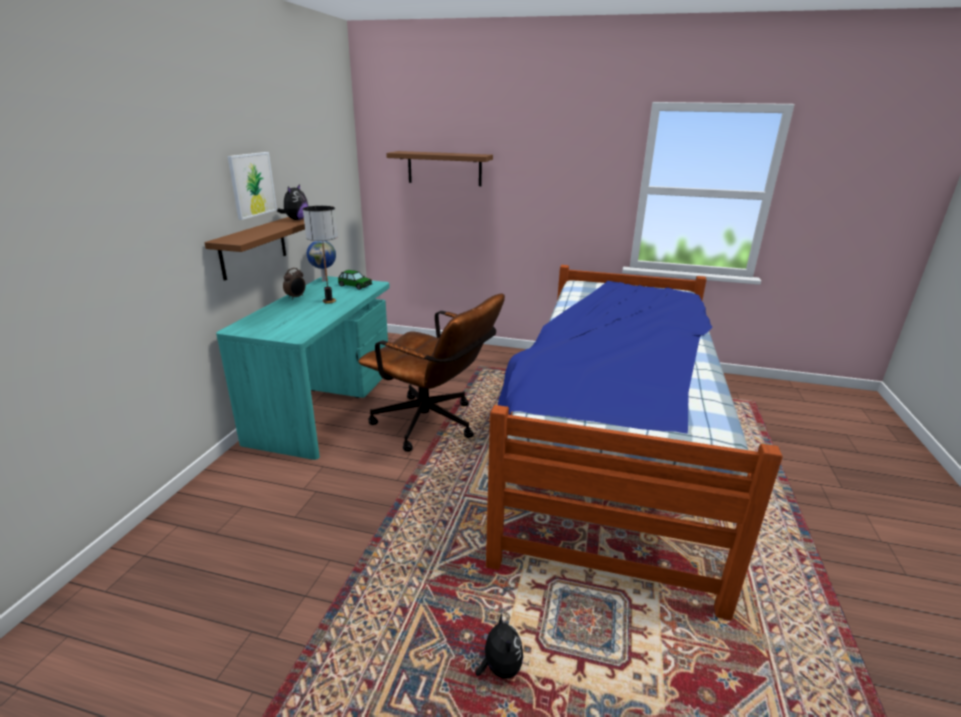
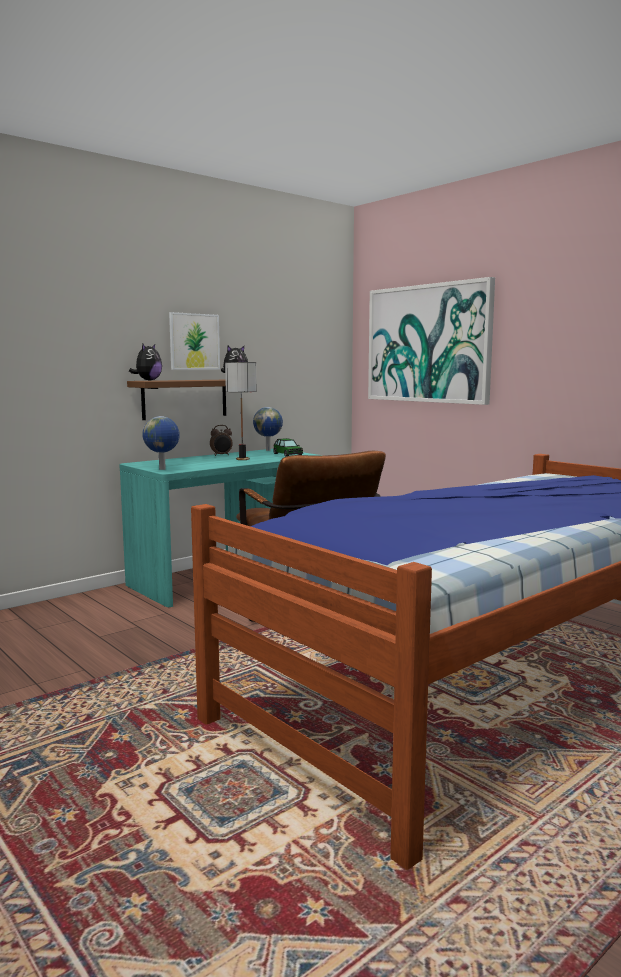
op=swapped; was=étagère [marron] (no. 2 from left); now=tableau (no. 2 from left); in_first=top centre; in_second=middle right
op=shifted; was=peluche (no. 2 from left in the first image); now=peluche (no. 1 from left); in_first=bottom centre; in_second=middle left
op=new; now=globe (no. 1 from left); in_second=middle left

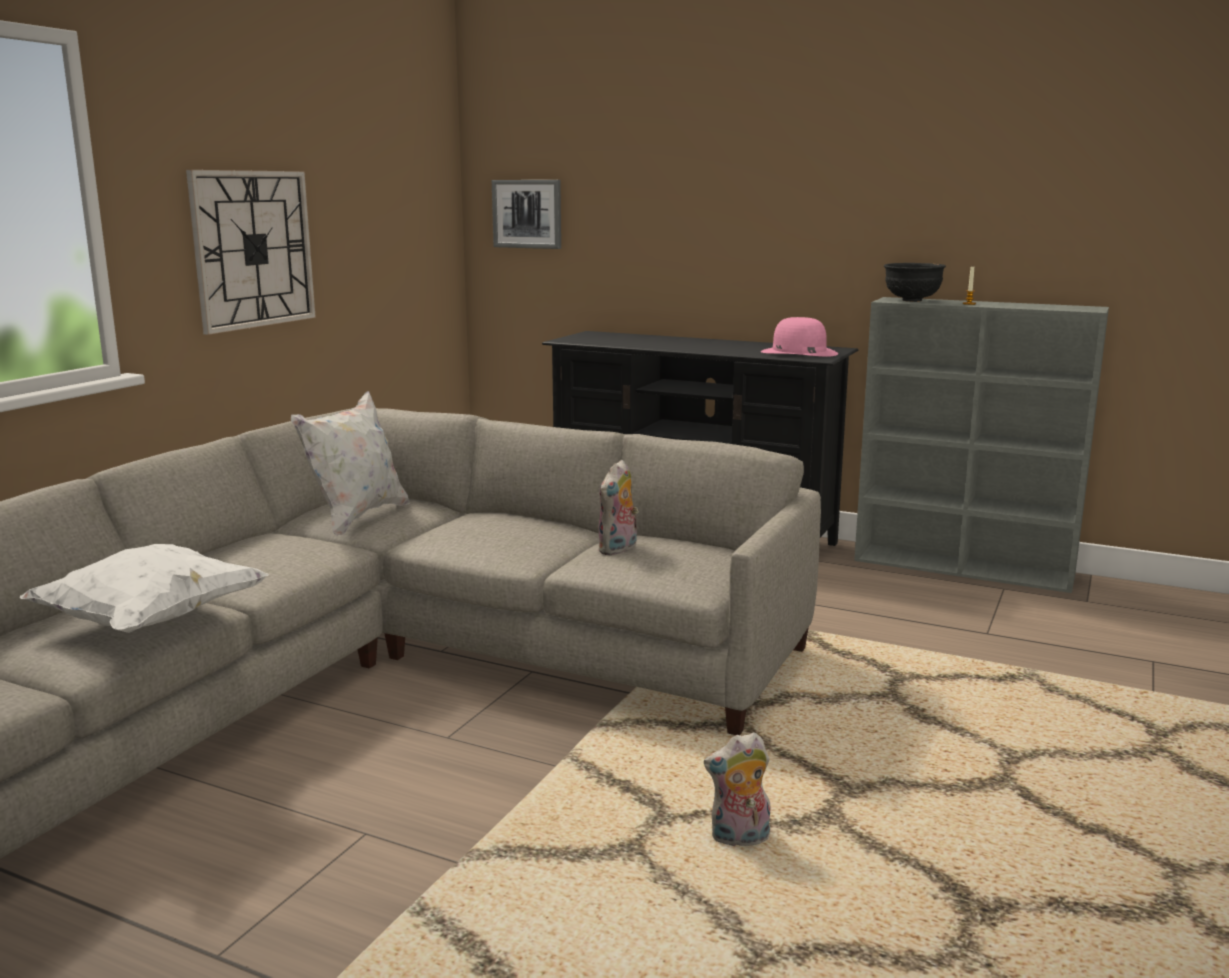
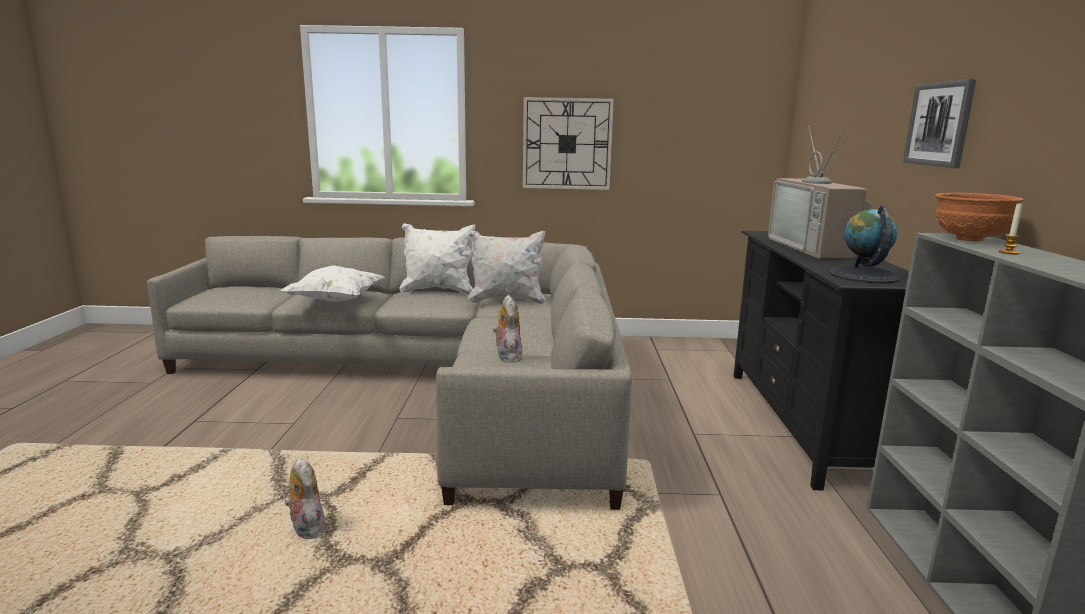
op=shifted; was=tableau; in_first=top centre; in_second=top right
op=rotated; was=peluche (no. 1 from left in the first image); in_first=centre; in_second=centre; clockwise=75
op=swapped; was=chapeau [rose]; now=globe; in_first=centre; in_second=middle right
op=repainted; was=bol [noir]; now=bol [orange]; in_first=top right; in_second=middle right
op=new; now=coussin [blanc] (no. 2 from left); in_second=centre
op=new; now=téléviseur; in_second=top right

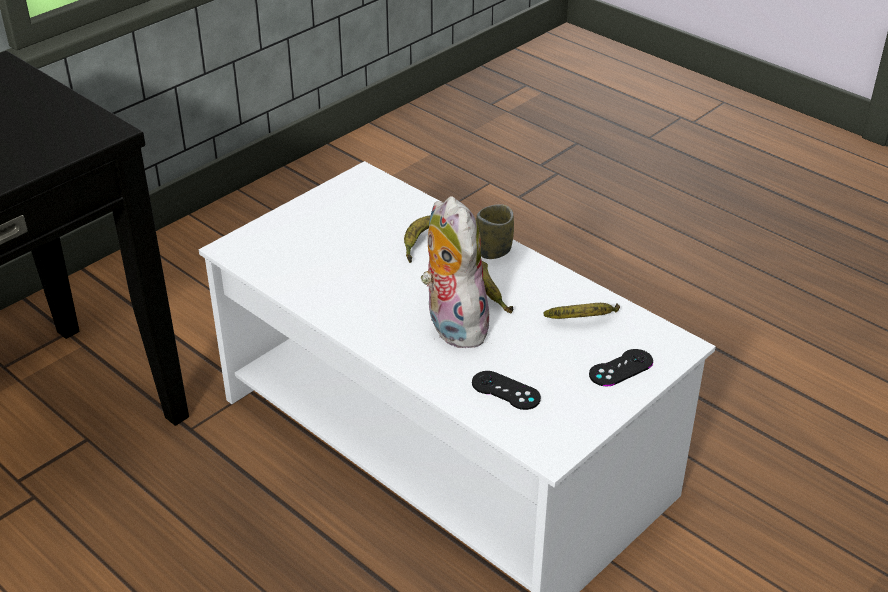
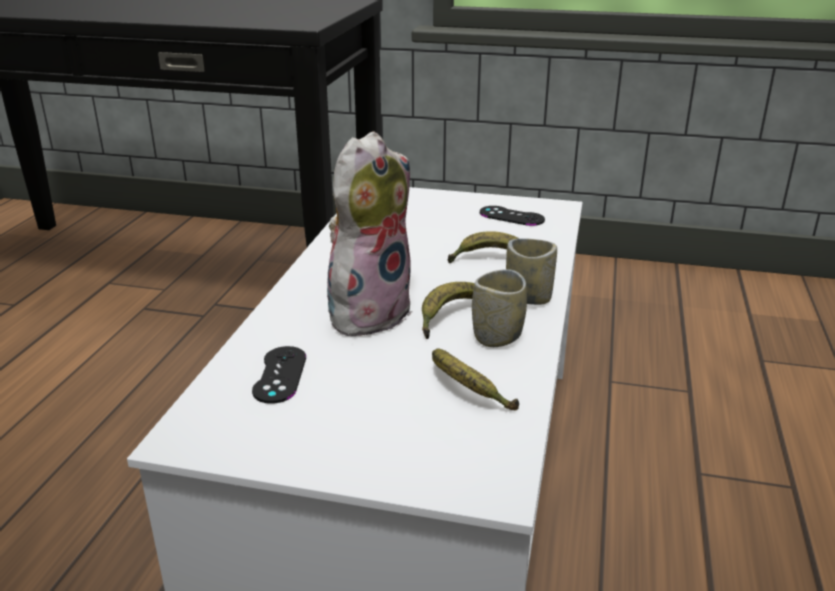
op=shifted; was=manette [noir] (no. 2 from left); in_first=middle right; in_second=centre
op=new; now=tasse (no. 1 from left); in_second=centre

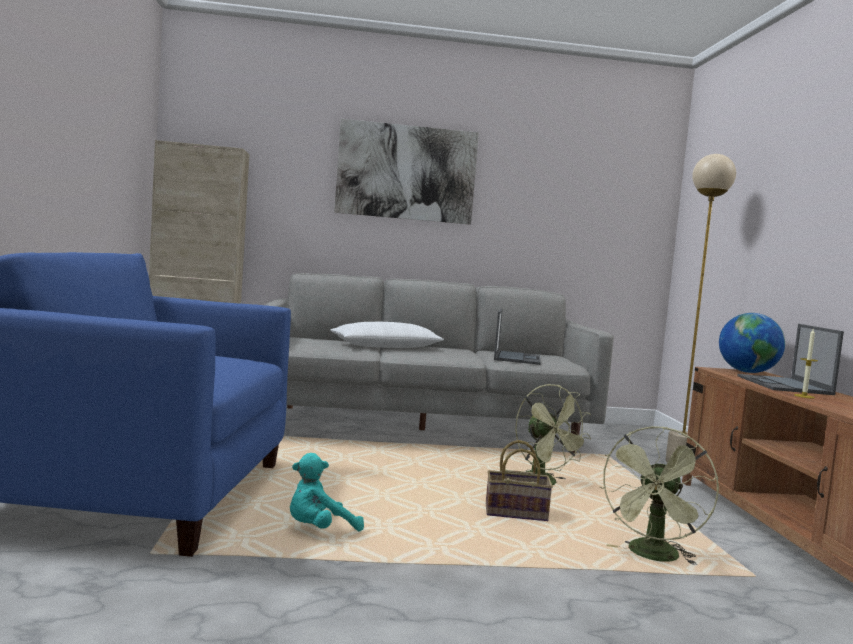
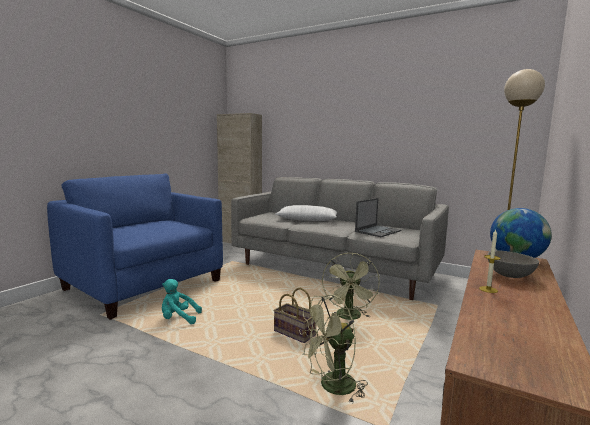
op=gone; was=tableau; in_first=top centre
op=swapped; was=ordinateur portable (no. 2 from left); now=bol [gris]; in_first=middle right; in_second=middle right

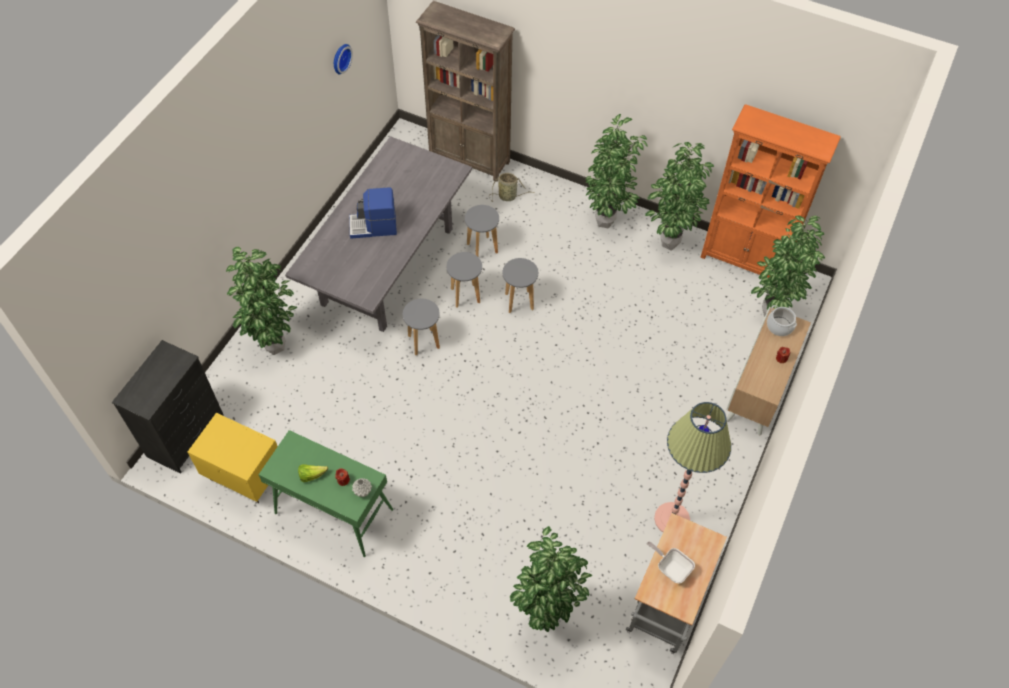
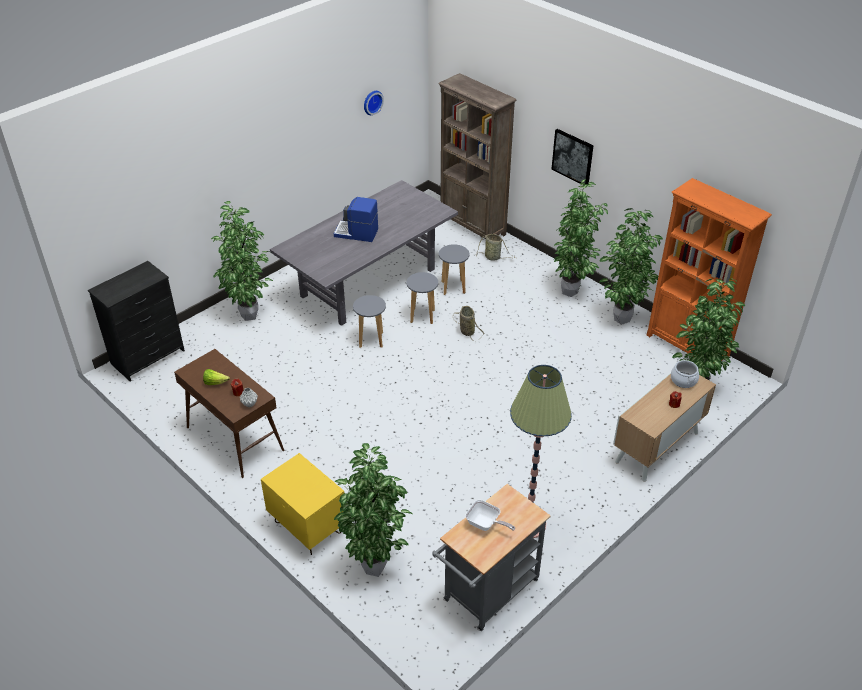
op=shifted; was=table de chevet [jaune]; in_first=middle left; in_second=bottom centre
op=repainted; was=table console [vert]; now=table console [marron]; in_first=bottom left; in_second=middle left
op=swapped; was=tabouret [gris] (no. 4 from left); now=panier (no. 1 from left); in_first=centre; in_second=centre
op=rotated; was=poêle; in_first=bottom centre; in_second=bottom centre; clockwise=150
op=new; now=tableau; in_second=top centre

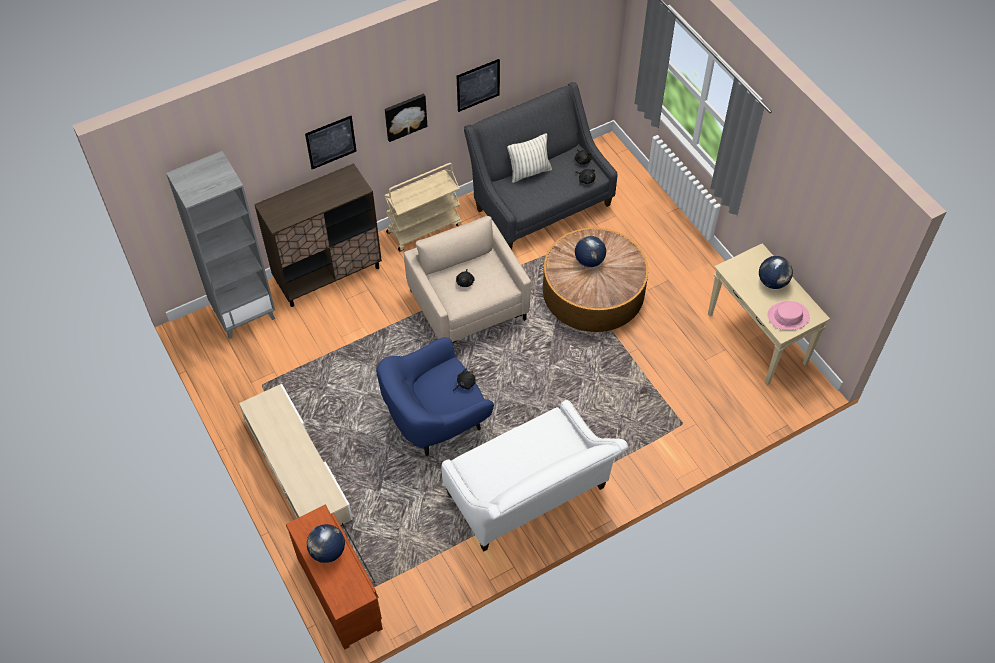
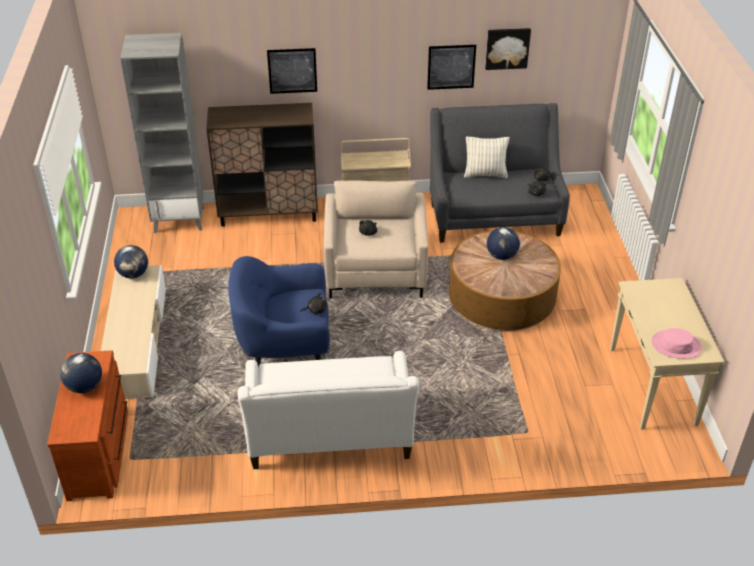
op=shifted; was=tableau (no. 2 from left in the first image); now=tableau (no. 3 from left); in_first=top centre; in_second=top right
op=shifted; was=globe (no. 3 from left in the first image); now=globe (no. 2 from left); in_first=middle right; in_second=middle left

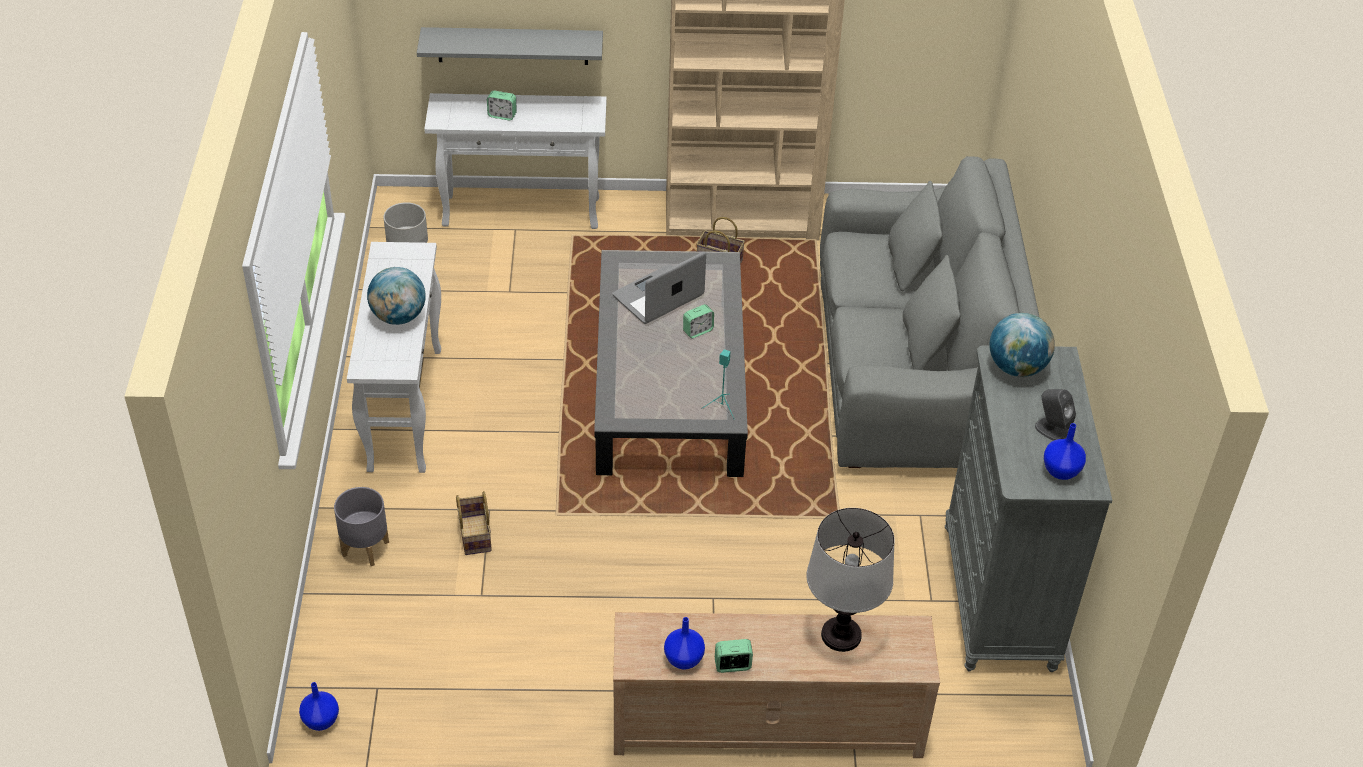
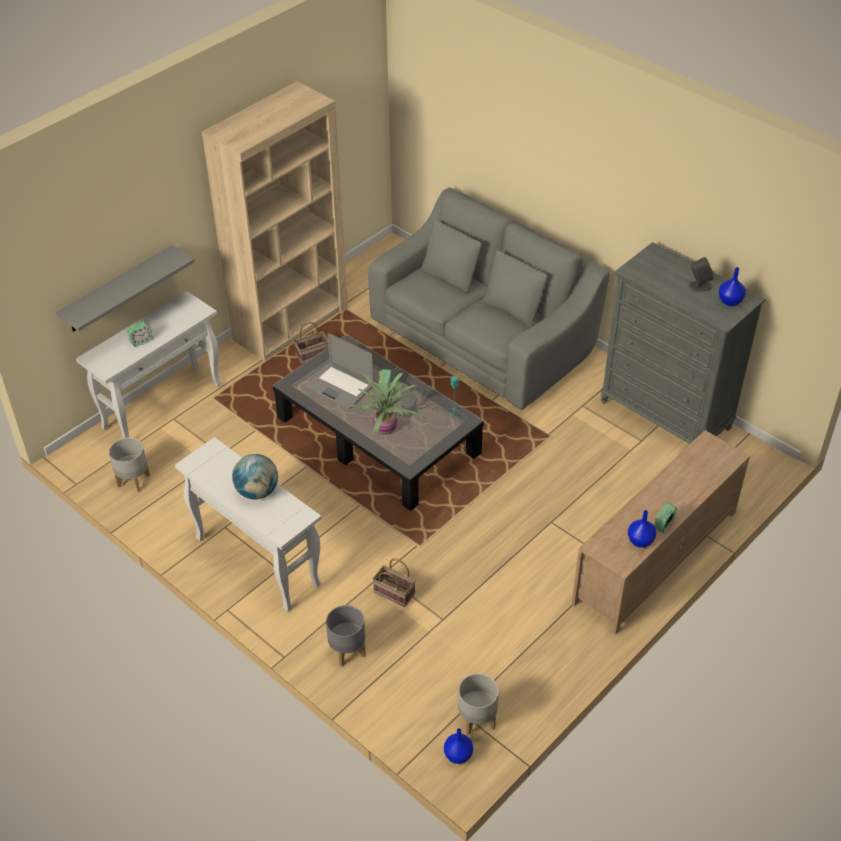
op=rotated; was=ordinateur portable; in_first=centre; in_second=centre; clockwise=-60
op=gone; was=lampe de table; in_first=bottom centre
op=gone; was=globe (no. 2 from left); in_first=middle right
op=new; now=plante en pot; in_second=centre
op=new; now=cache-pot [gris] (no. 3 from left); in_second=bottom centre

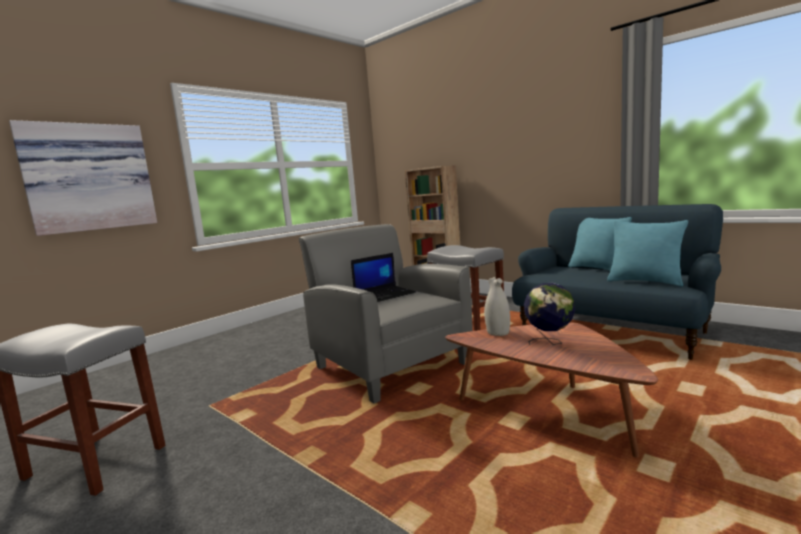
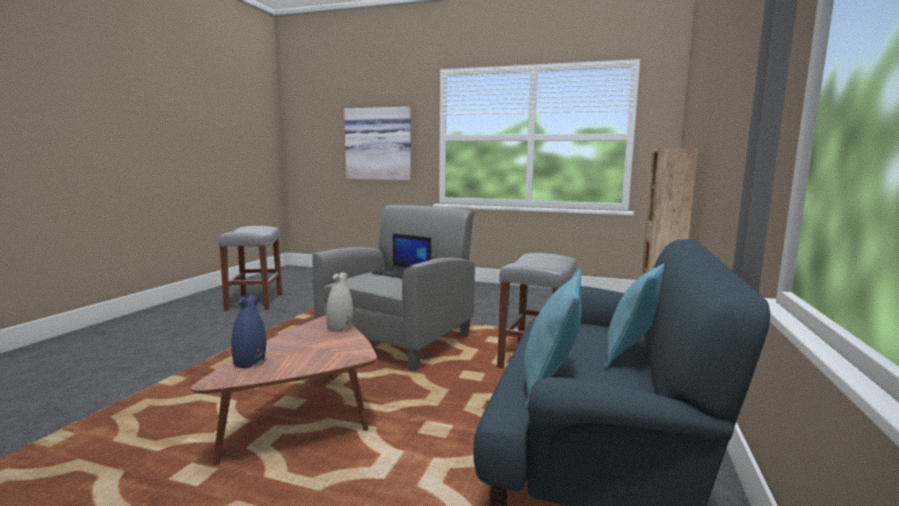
op=gone; was=globe; in_first=middle right
op=new; now=vase [bleu]; in_second=middle left

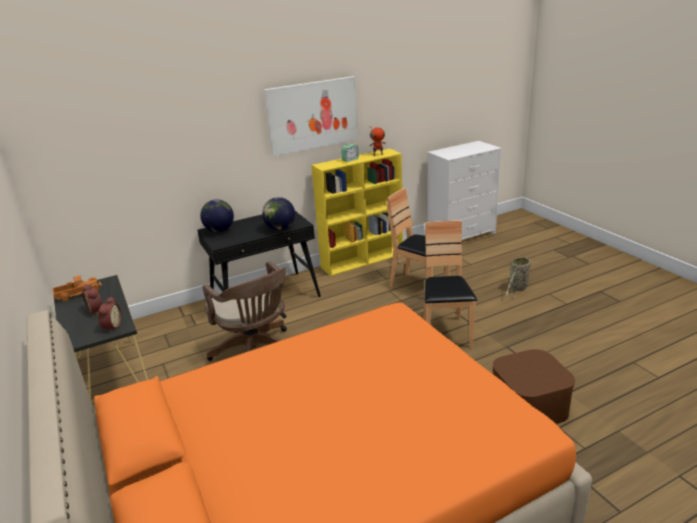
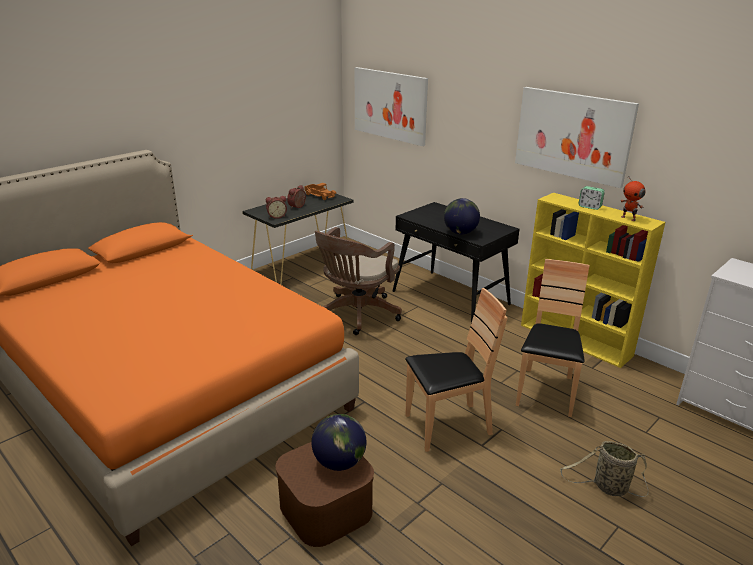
op=shifted; was=globe (no. 1 from left); in_first=middle left; in_second=bottom centre
op=new; now=tableau (no. 1 from left); in_second=top centre

